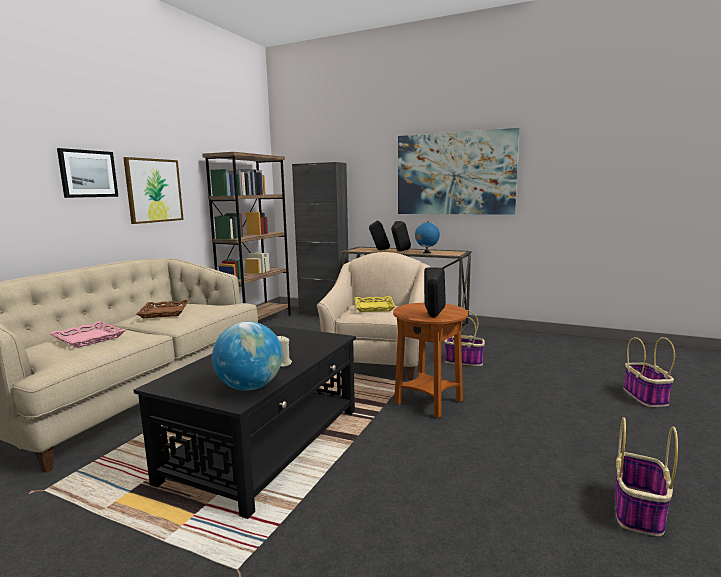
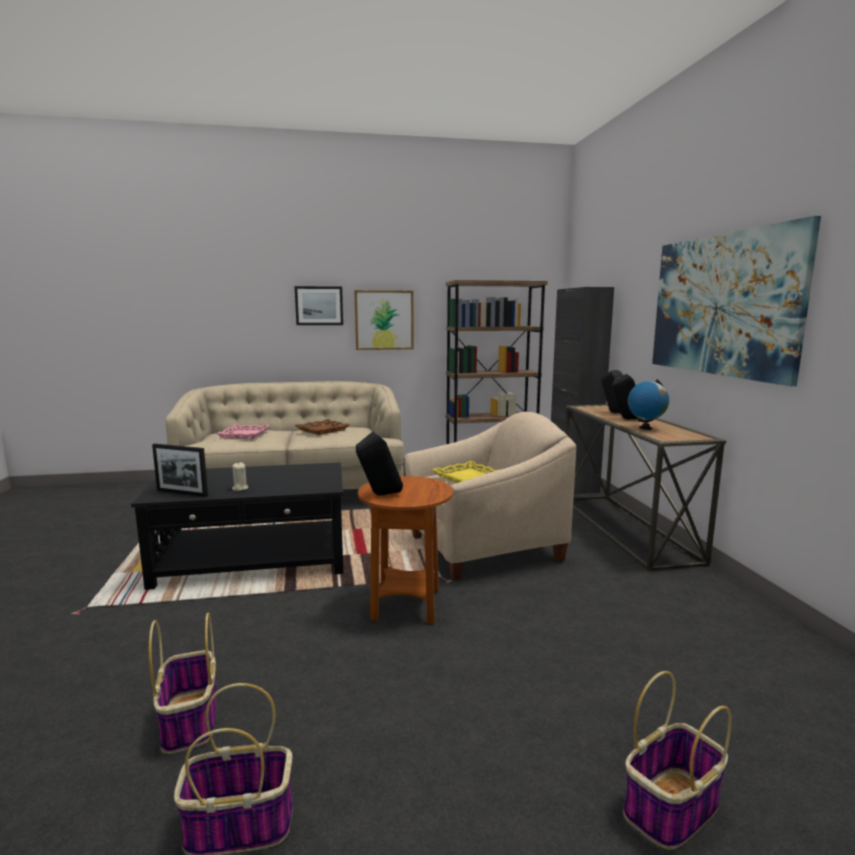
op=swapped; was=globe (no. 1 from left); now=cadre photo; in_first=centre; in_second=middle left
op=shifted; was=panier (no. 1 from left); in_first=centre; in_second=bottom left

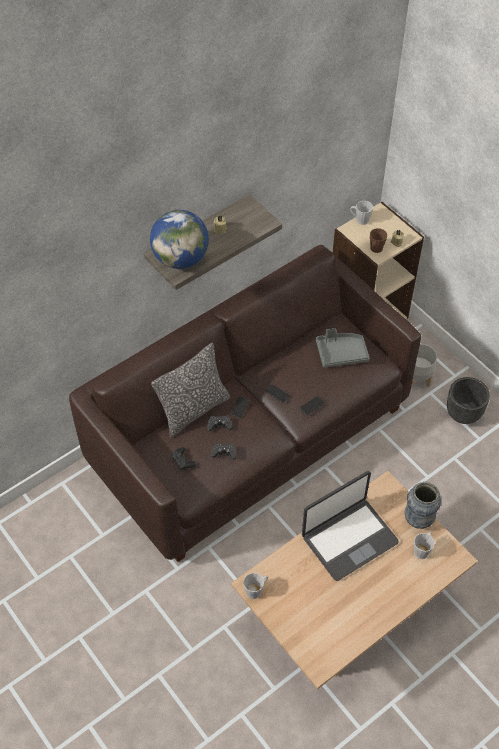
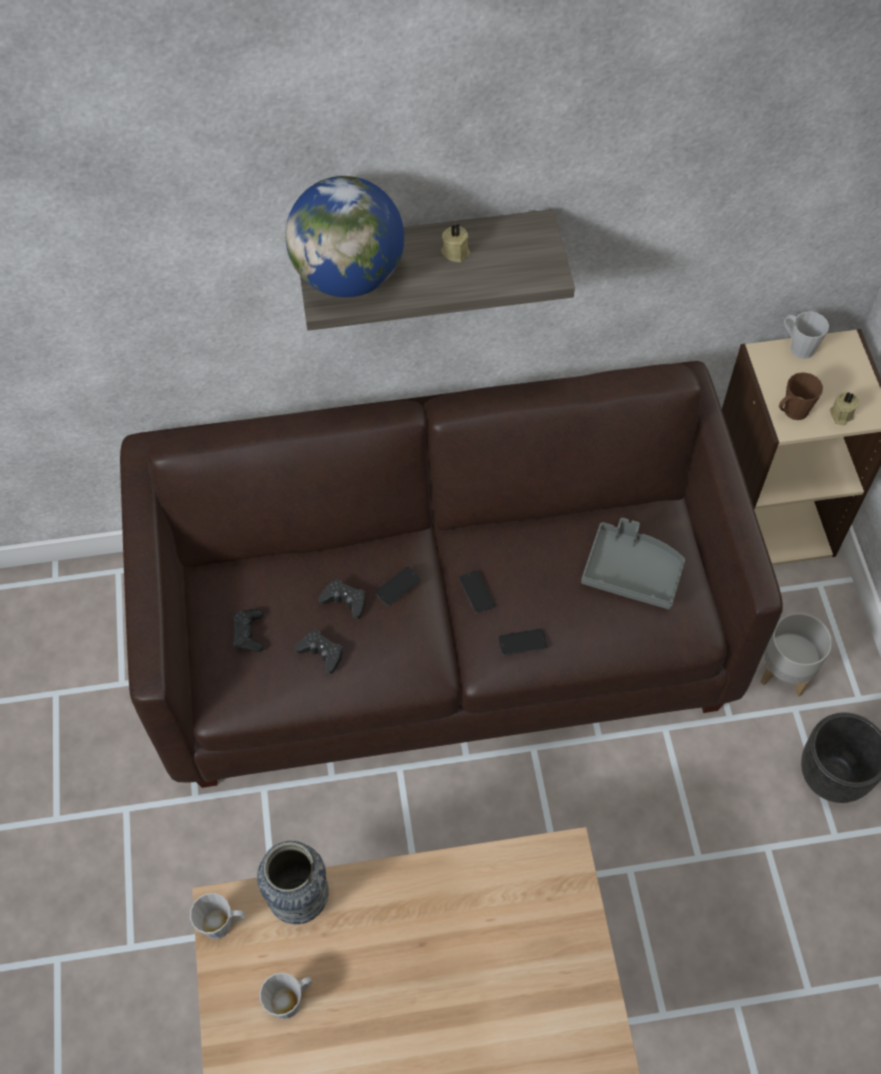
op=gone; was=coussin; in_first=centre
op=gone; was=ordinateur portable; in_first=bottom right
op=shifted; was=vase; in_first=bottom right; in_second=bottom left
op=shifted; was=mug [gris] (no. 3 from left in the first image); now=mug [gris] (no. 2 from left); in_first=bottom right; in_second=bottom left

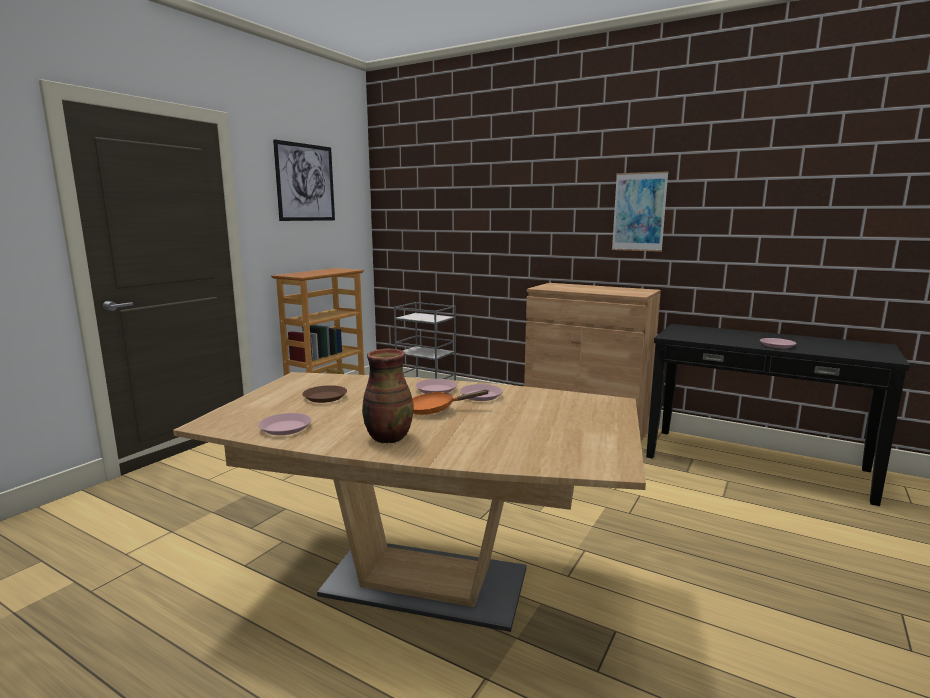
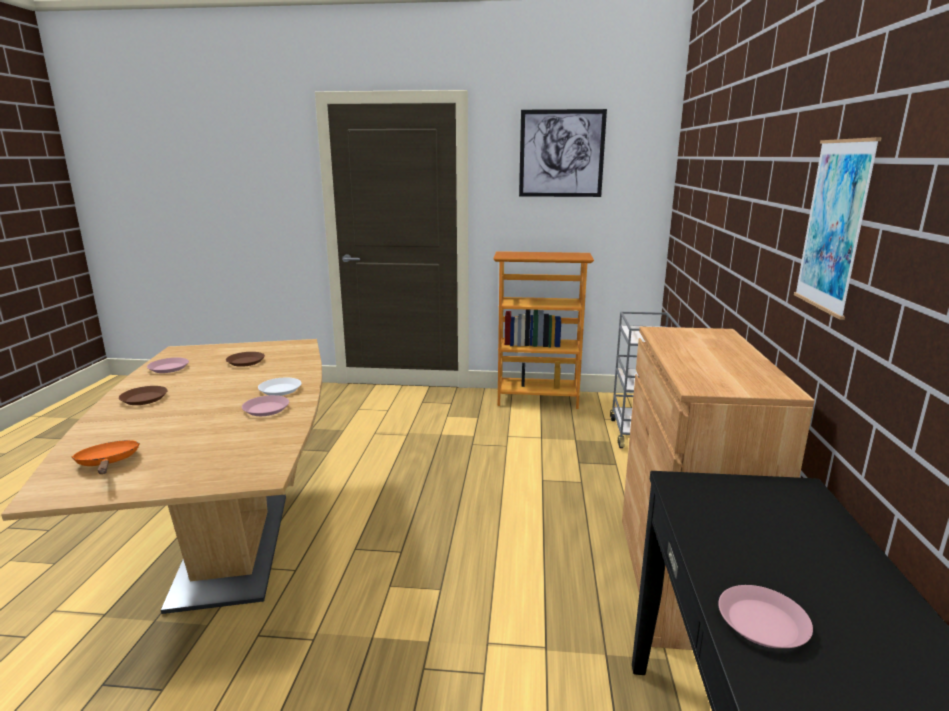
op=swapped; was=vase; now=assiette [marron] (no. 1 from left); in_first=centre; in_second=middle left
op=shifted; was=poêle [orange]; in_first=centre; in_second=middle left
op=repainted; was=assiette [rose] (no. 2 from left); now=assiette [blanc]; in_first=centre; in_second=middle left

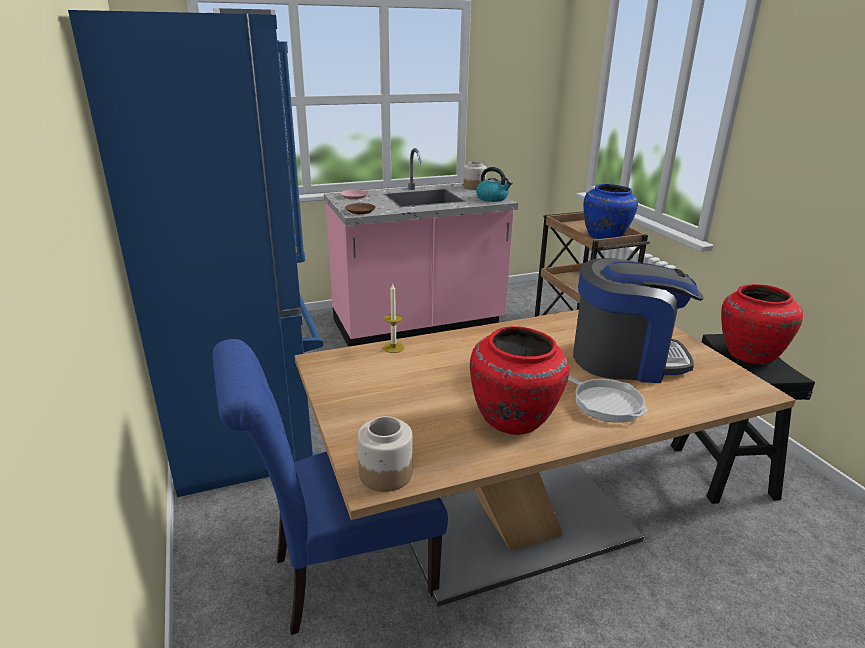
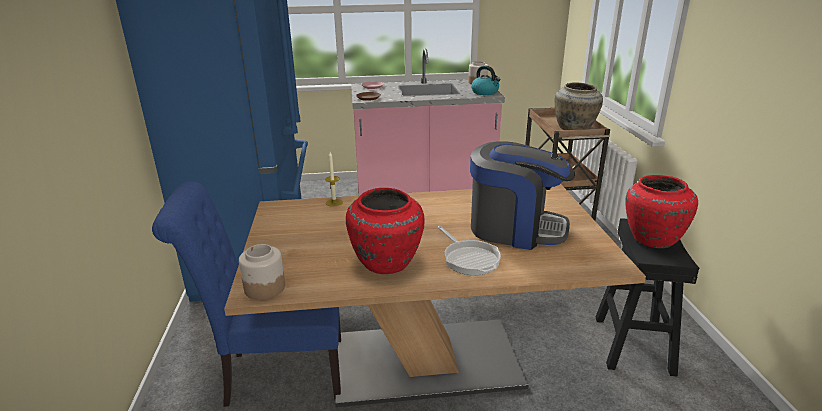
op=repainted; was=vase [bleu]; now=vase [beige]; in_first=top right; in_second=top right

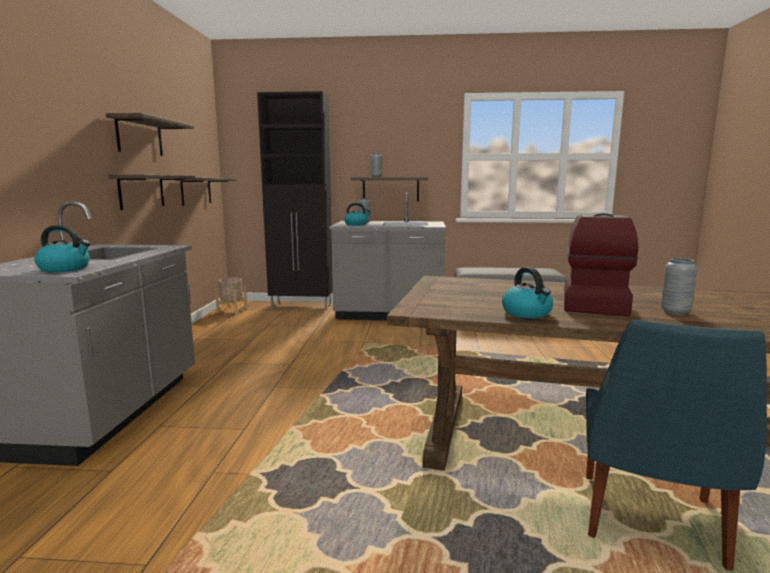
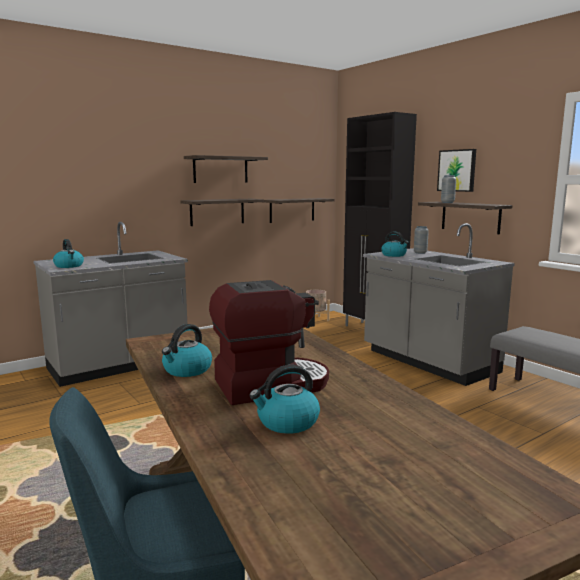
op=swapped; was=vase [gris] (no. 3 from left); now=bouilloire (no. 3 from left); in_first=middle right; in_second=bottom centre
op=new; now=tableau; in_second=top right

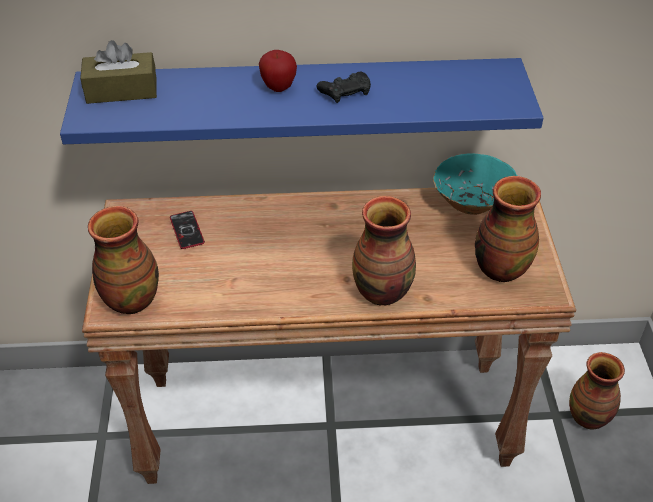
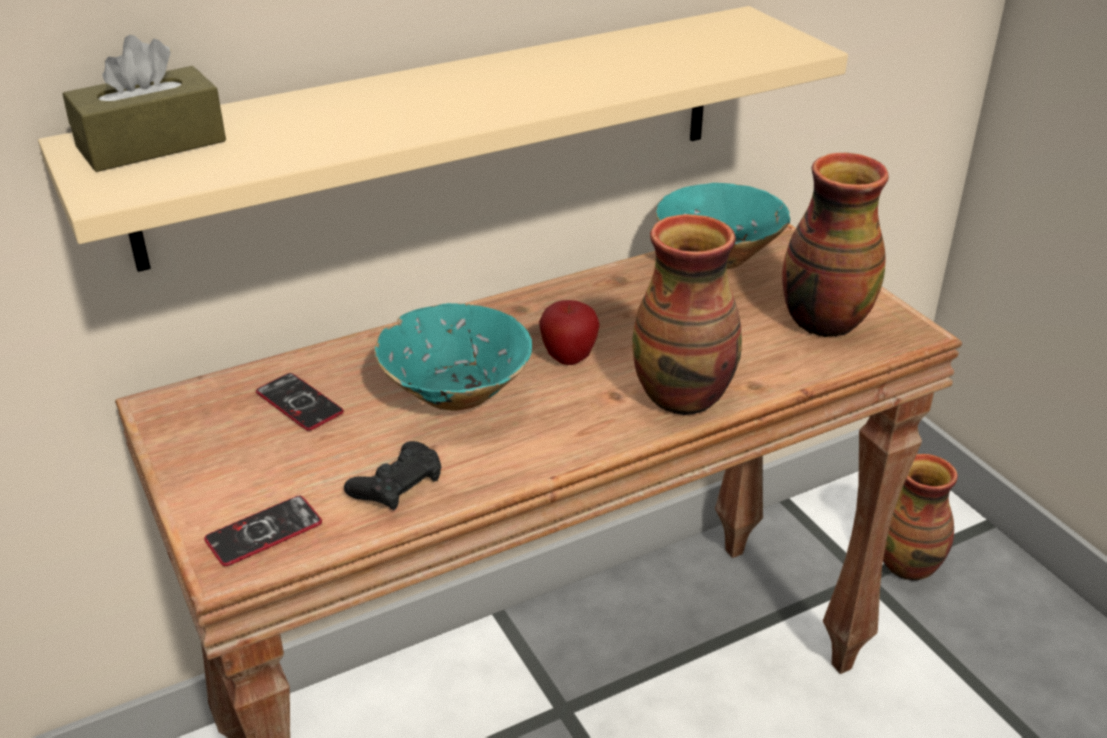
op=repainted; was=étagère [bleu]; now=étagère [beige]; in_first=top centre; in_second=top centre
op=swapped; was=vase (no. 1 from left); now=téléphone (no. 1 from left); in_first=middle left; in_second=bottom left
op=shifted; was=pomme; in_first=top centre; in_second=centre
op=shifted; was=manette [noir]; in_first=top centre; in_second=centre
op=new; now=bol [turquoise] (no. 1 from left); in_second=centre

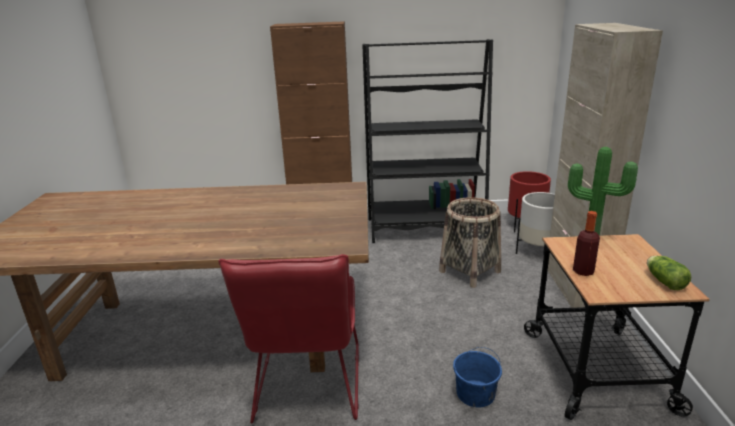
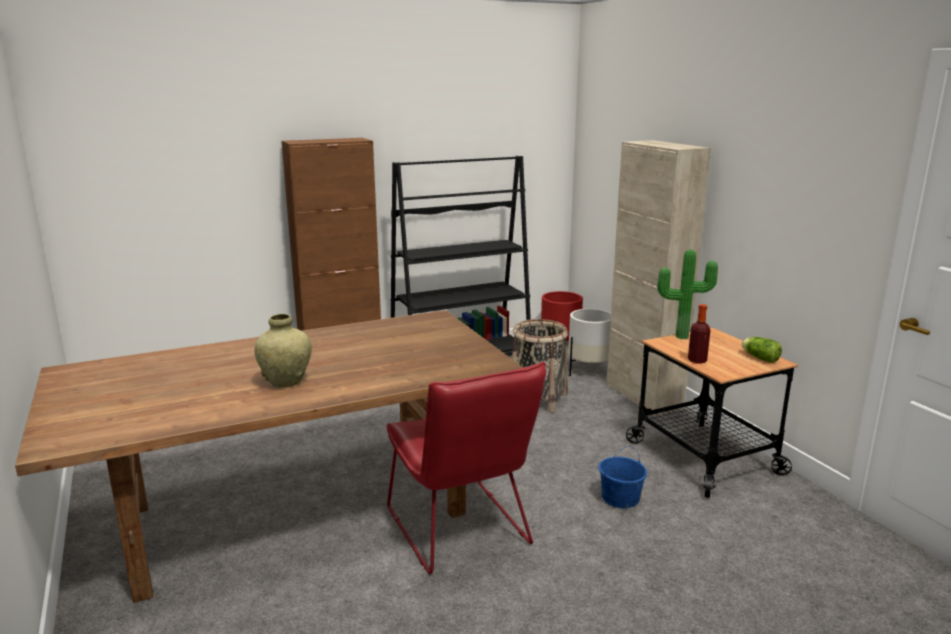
op=new; now=vase [beige]; in_second=middle left

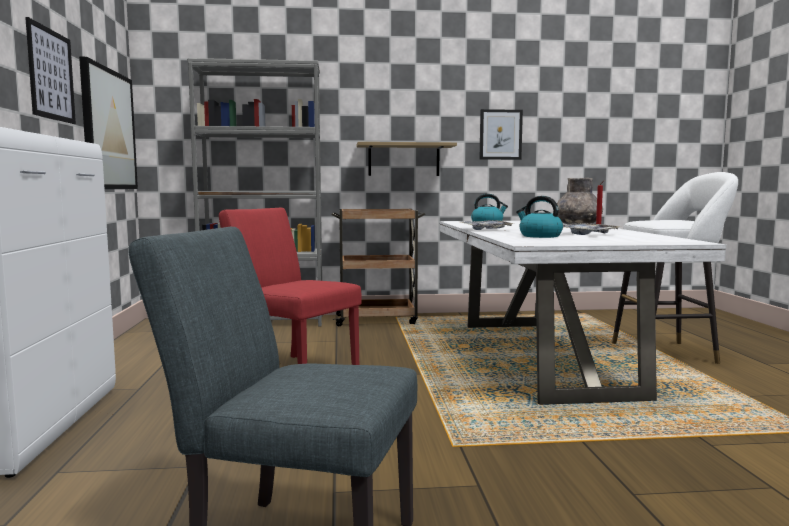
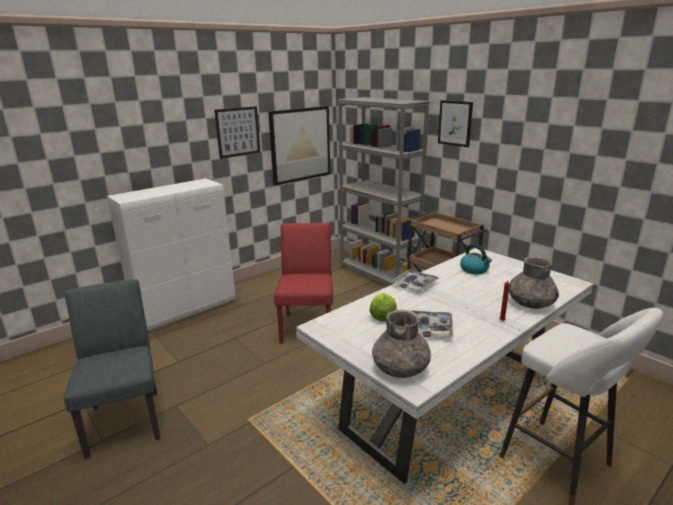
op=gone; was=étagère; in_first=top centre
op=shifted; was=tableau (no. 3 from left); in_first=top centre; in_second=top right
op=swapped; was=bouilloire (no. 2 from left); now=laitue; in_first=middle right; in_second=centre
op=new; now=vase [gris] (no. 1 from left); in_second=bottom centre

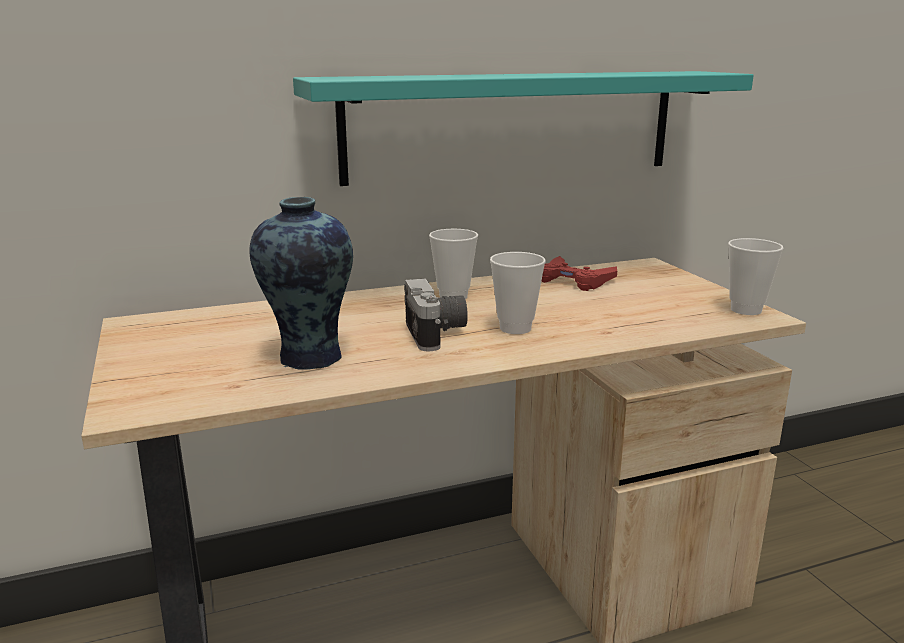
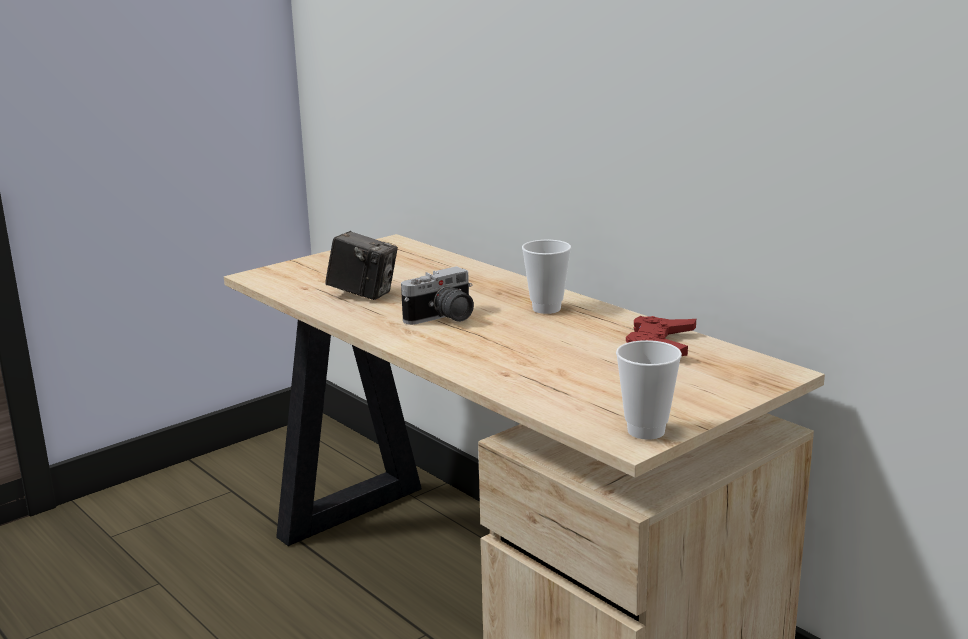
op=swapped; was=vase; now=appareil photo (no. 1 from left); in_first=middle left; in_second=centre
op=gone; was=étagère [turquoise]; in_first=top centre
op=gone; was=tasse (no. 2 from left); in_first=centre

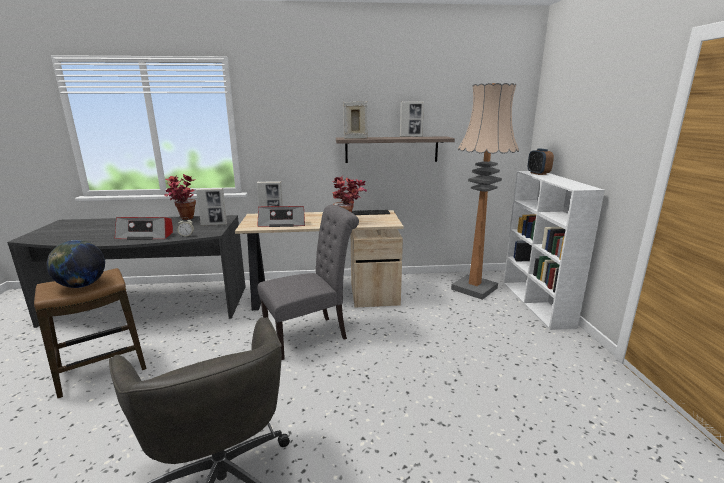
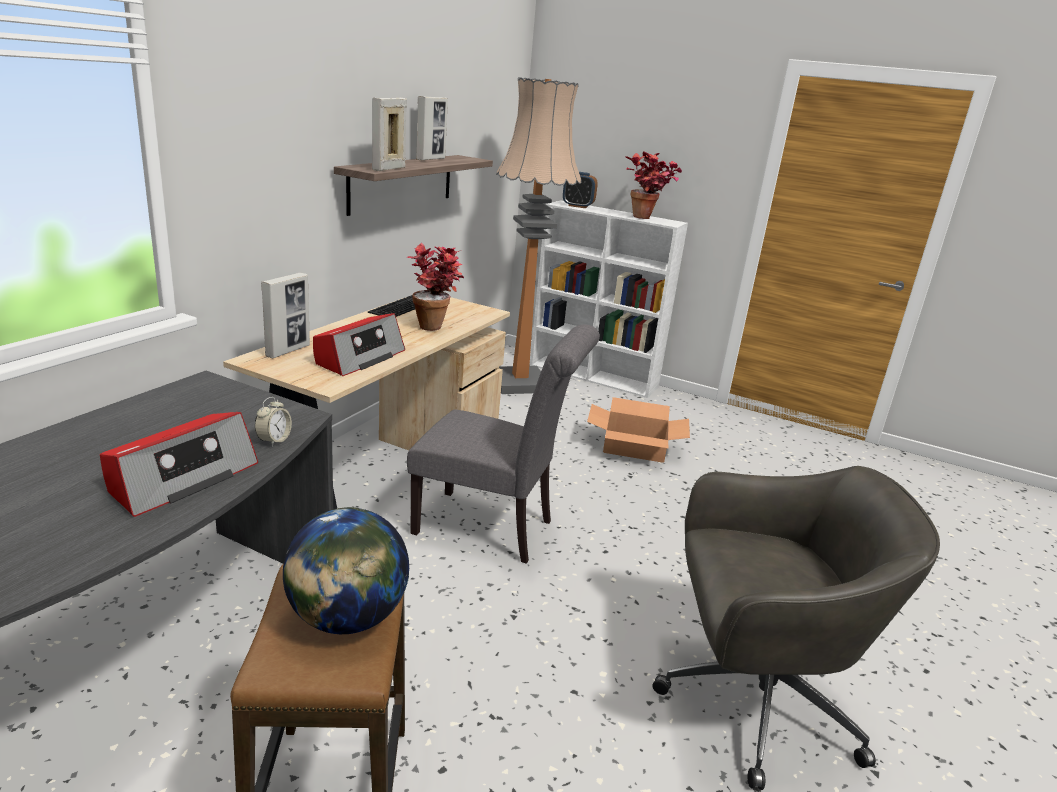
op=shifted; was=plante en pot (no. 1 from left in the first image); now=plante en pot (no. 2 from left); in_first=middle left; in_second=top centre
op=gone; was=cadre photo (no. 1 from left); in_first=middle left
op=rotated; was=chaise [gris]; in_first=centre; in_second=centre; clockwise=105
op=new; now=carton; in_second=centre

